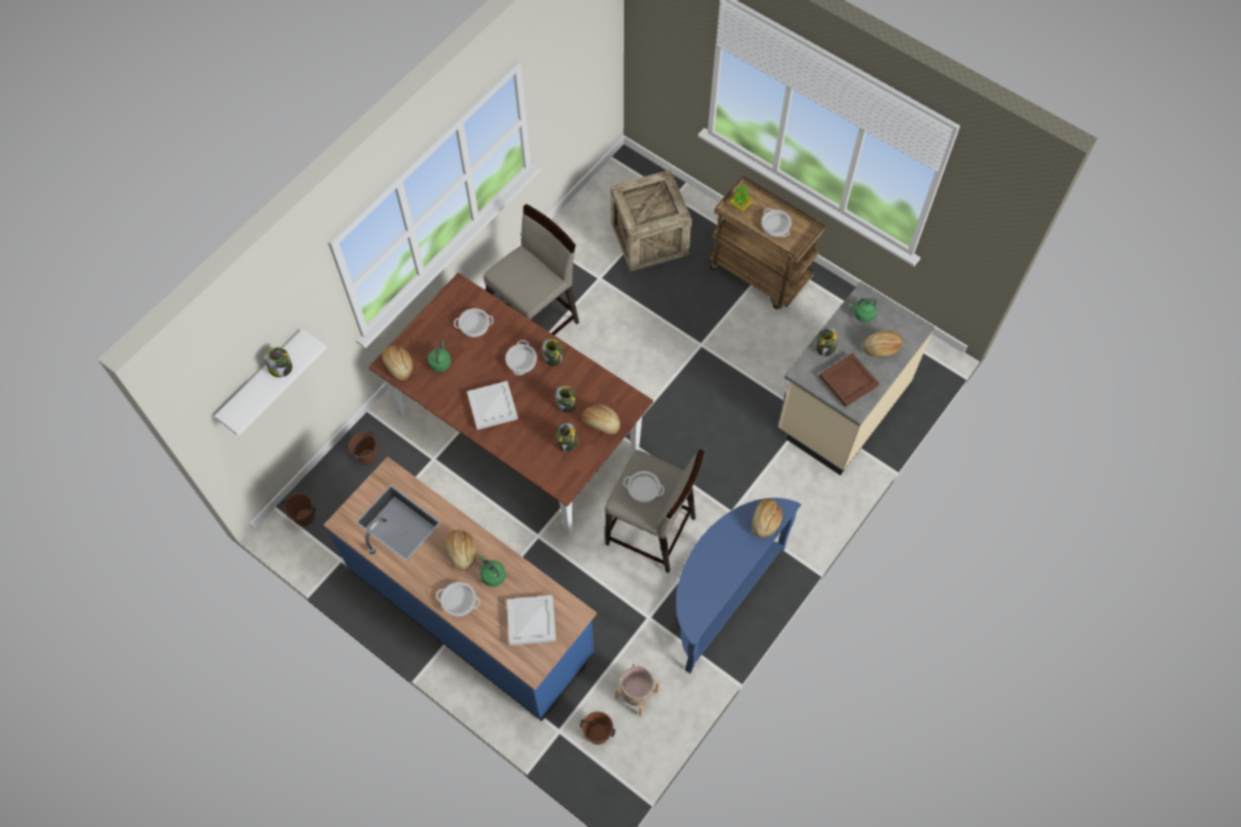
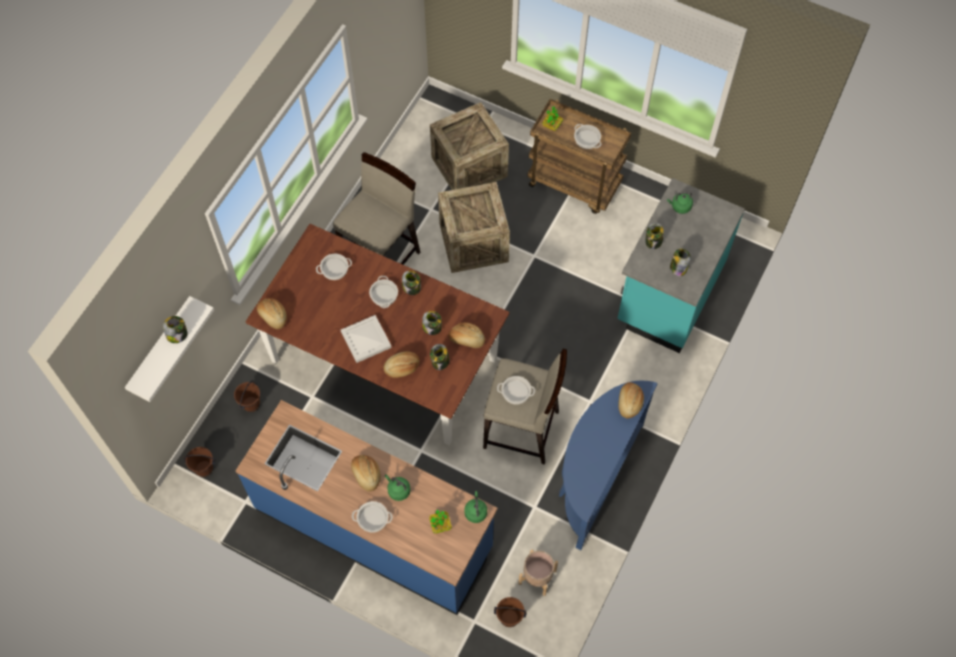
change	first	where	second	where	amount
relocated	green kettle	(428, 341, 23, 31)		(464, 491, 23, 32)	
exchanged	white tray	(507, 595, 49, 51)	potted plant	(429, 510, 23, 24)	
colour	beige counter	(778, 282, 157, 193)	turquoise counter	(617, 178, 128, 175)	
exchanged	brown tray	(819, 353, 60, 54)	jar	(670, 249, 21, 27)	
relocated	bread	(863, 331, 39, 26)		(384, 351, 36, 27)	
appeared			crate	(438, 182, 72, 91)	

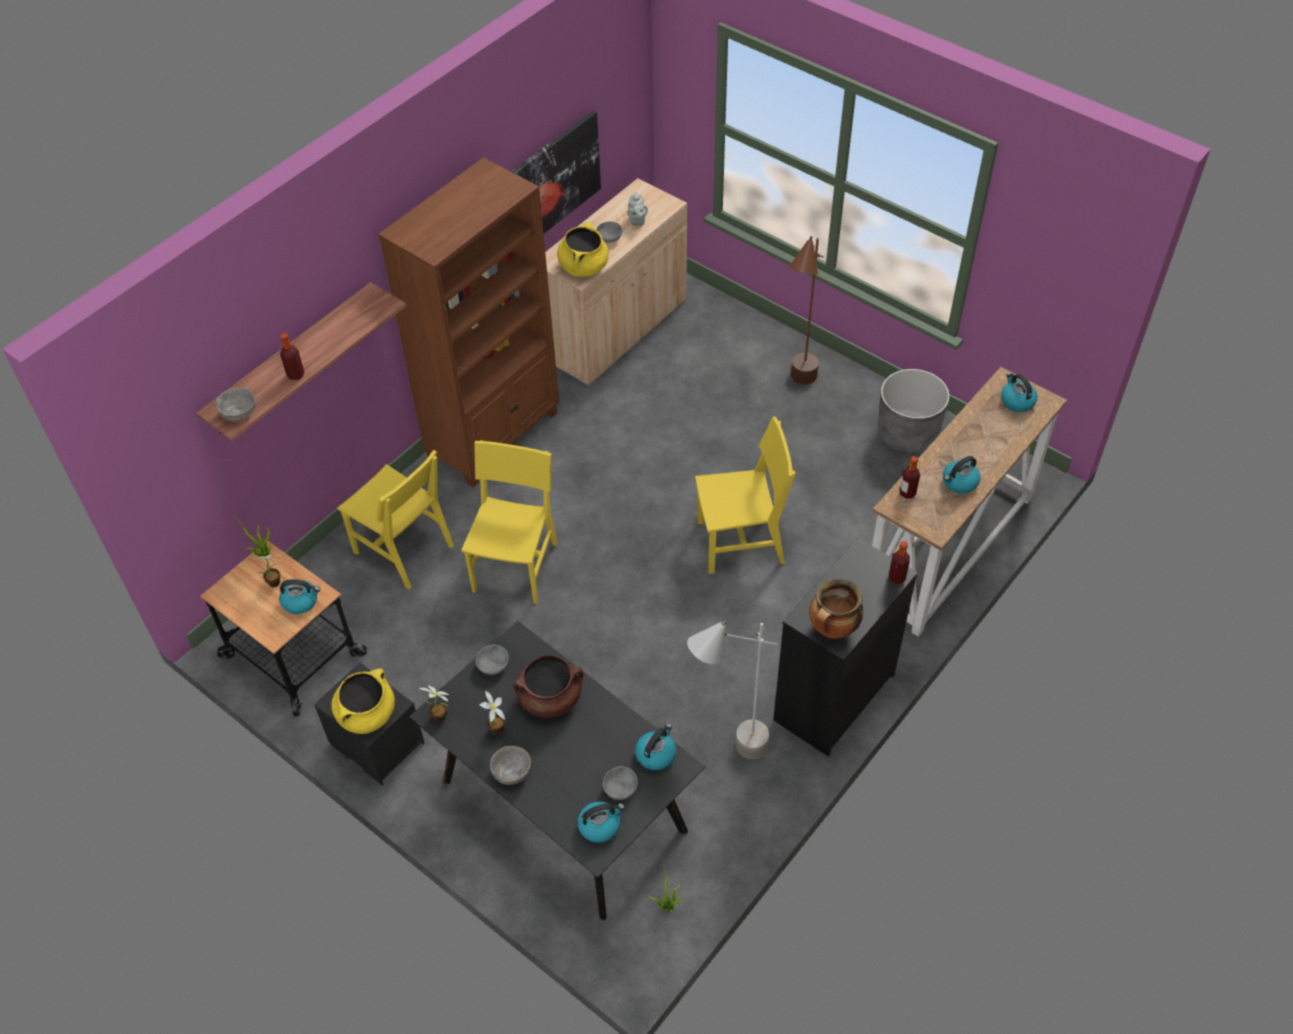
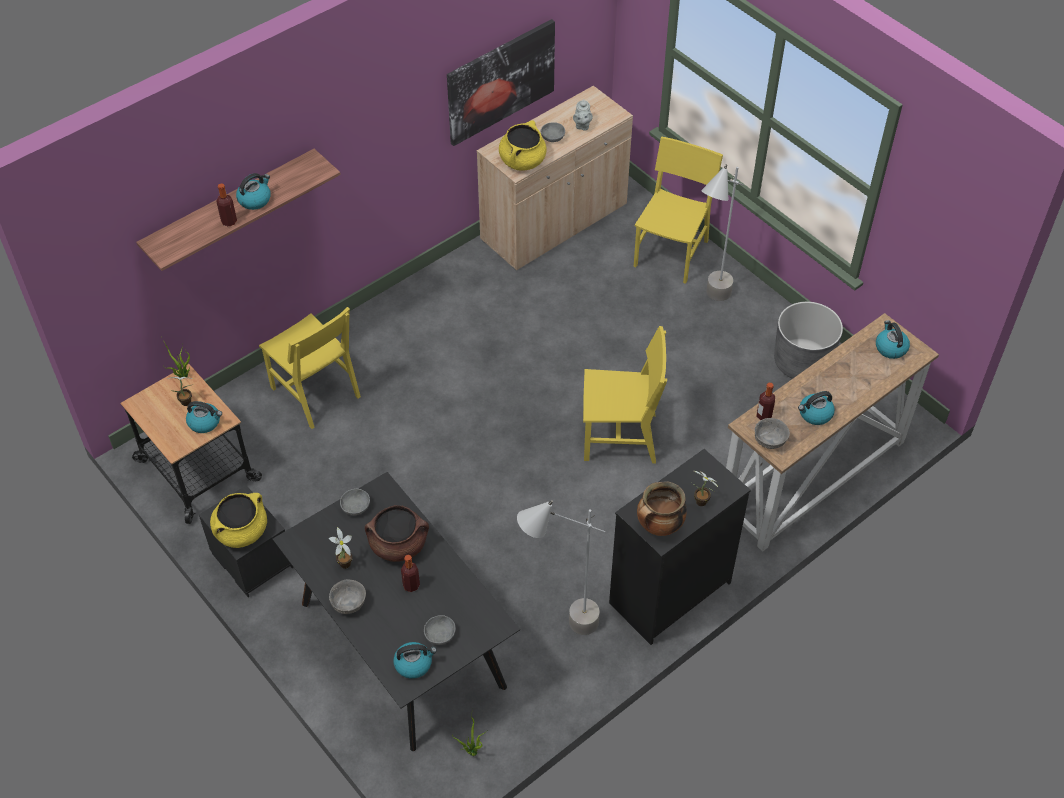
change	first	where	second	where	amount
relocated	grey bowl	(216, 388, 39, 33)		(755, 418, 35, 31)	
missing	brown bookcase	(378, 157, 181, 330)			
relocated	potted plant	(418, 685, 31, 37)		(692, 471, 26, 35)	
relocated	yellow chair	(461, 440, 97, 164)		(634, 137, 89, 147)	
relocated	kettle	(635, 723, 41, 47)		(236, 173, 35, 37)	
colour	brown floor lamp	(788, 236, 36, 148)	grey floor lamp	(702, 165, 42, 136)	
relocated	bottle	(889, 541, 21, 43)		(401, 555, 19, 37)	

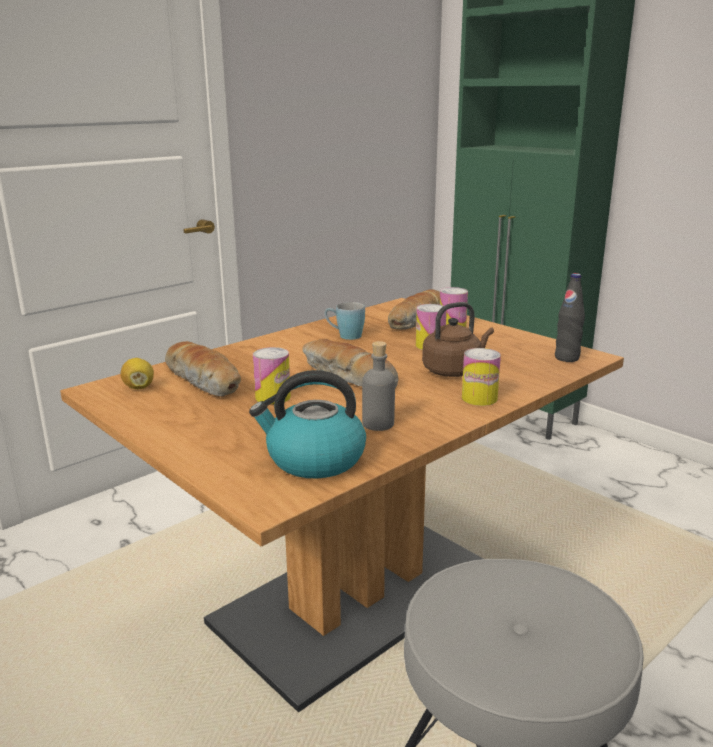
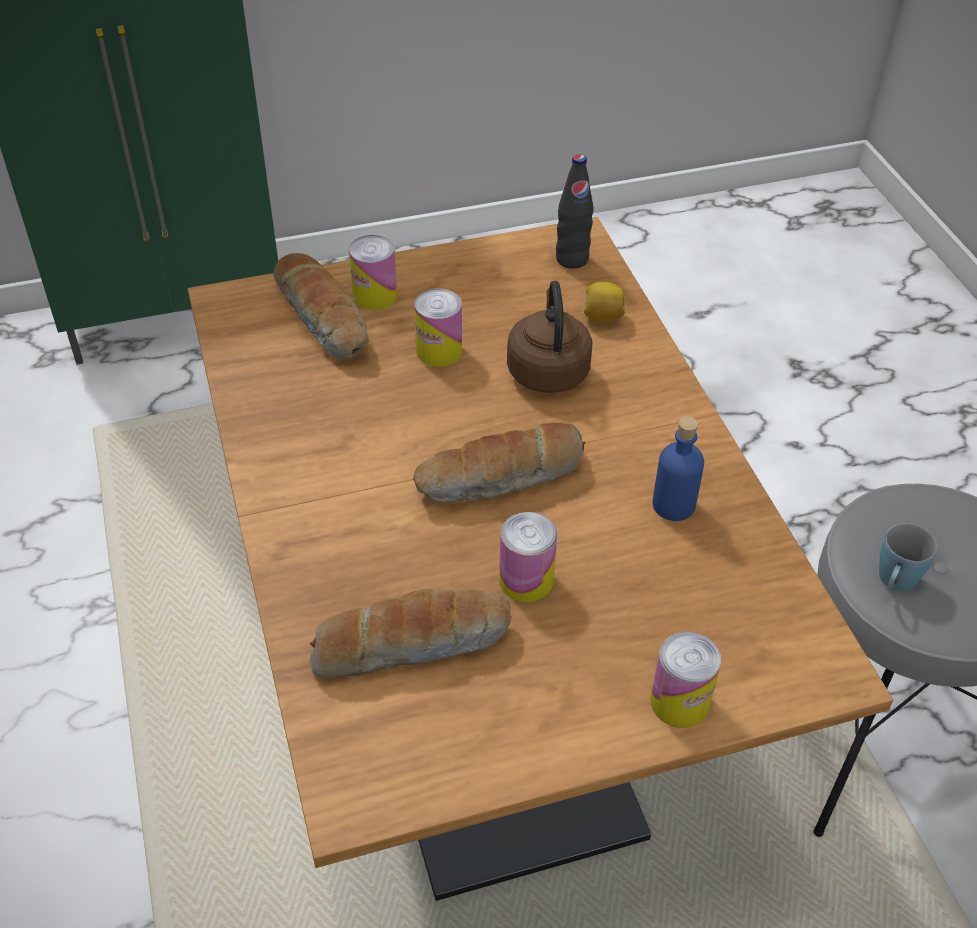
change	first	where	second	where	amount
relocated	lemon	(120, 358, 34, 31)		(584, 282, 41, 40)	
missing	kettle	(249, 370, 117, 109)			
relocated	blue mug	(325, 302, 40, 38)		(879, 523, 58, 68)	
colour	grey bottle	(362, 341, 33, 90)	blue bottle	(652, 417, 52, 104)	
relocated	can	(462, 348, 39, 58)		(651, 631, 70, 97)	

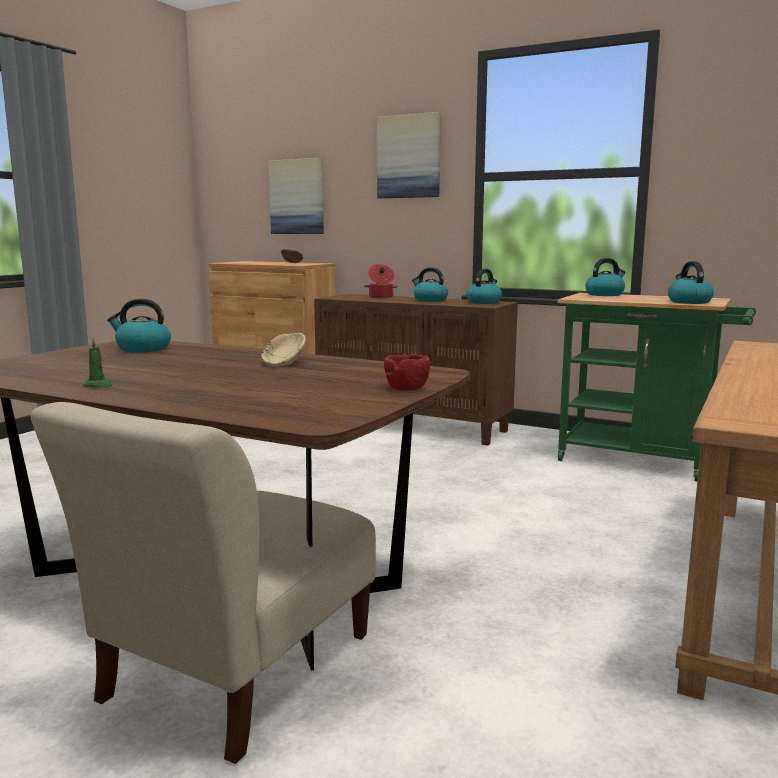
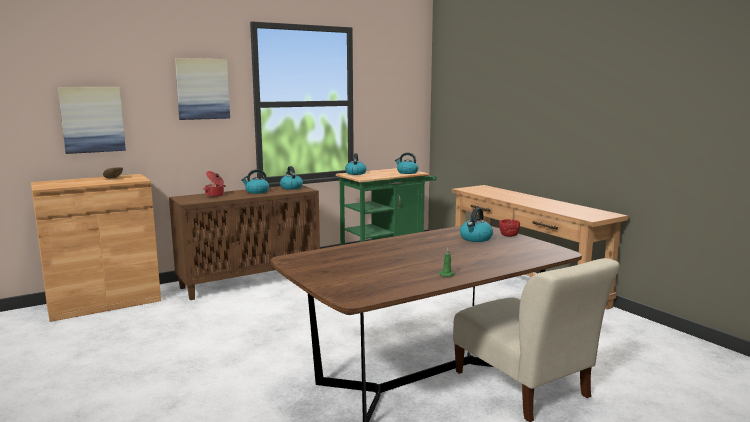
change	first	where	second	where	amount
relocated	kettle	(107, 299, 64, 53)		(460, 208, 33, 34)	
missing	beige bowl	(261, 333, 45, 34)			

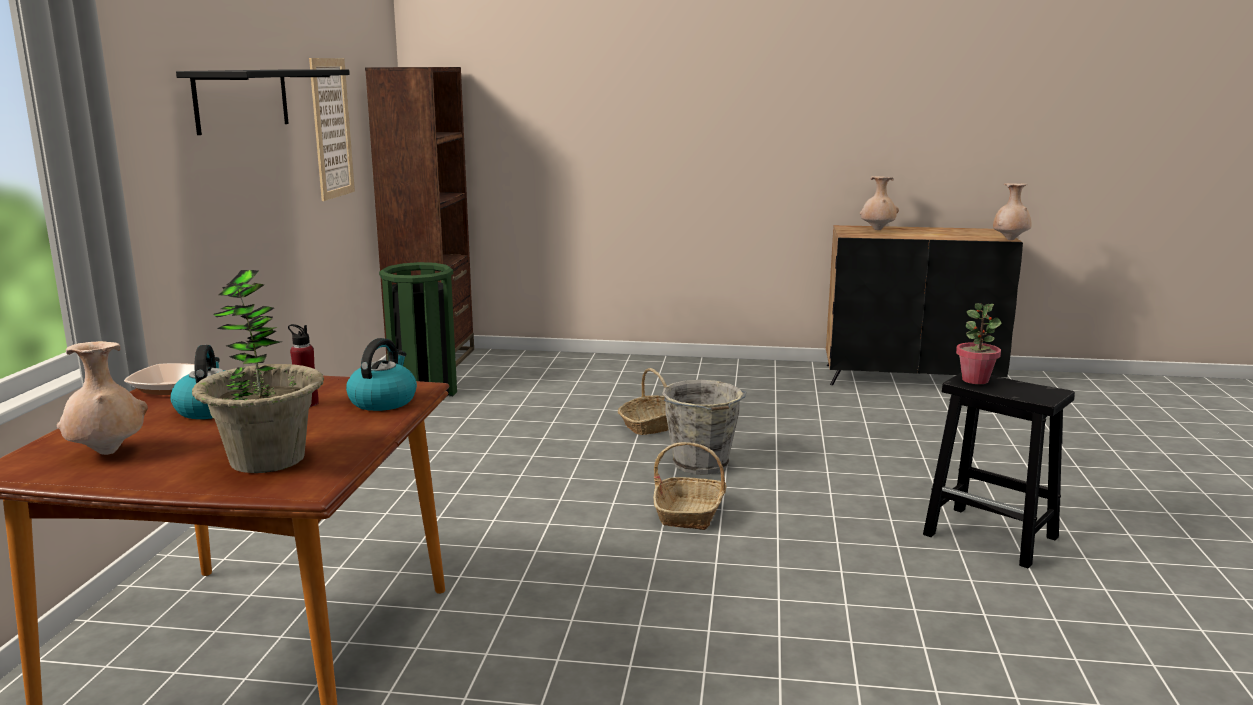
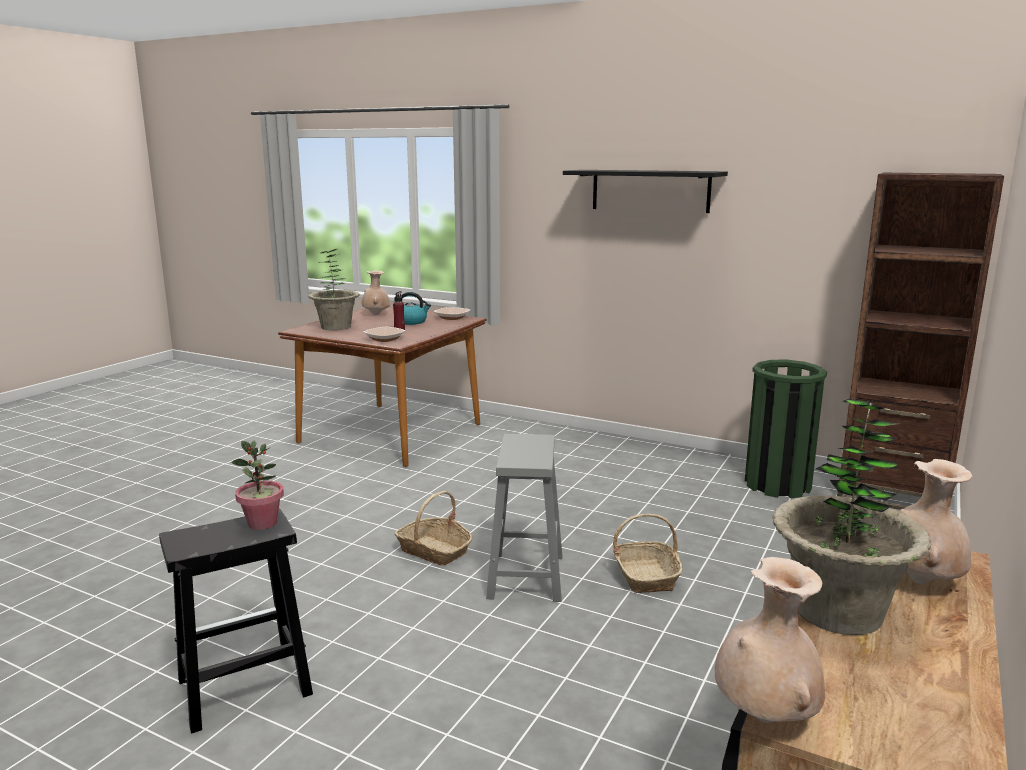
change	first	where	second	where	amount
missing	picture	(309, 58, 46, 143)			
exchanged	kettle	(346, 338, 71, 73)	bowl	(364, 327, 42, 15)	
exchanged	grey bucket	(662, 380, 85, 94)	grey stool	(486, 434, 76, 168)	
appeared			potted plant	(773, 399, 158, 236)	

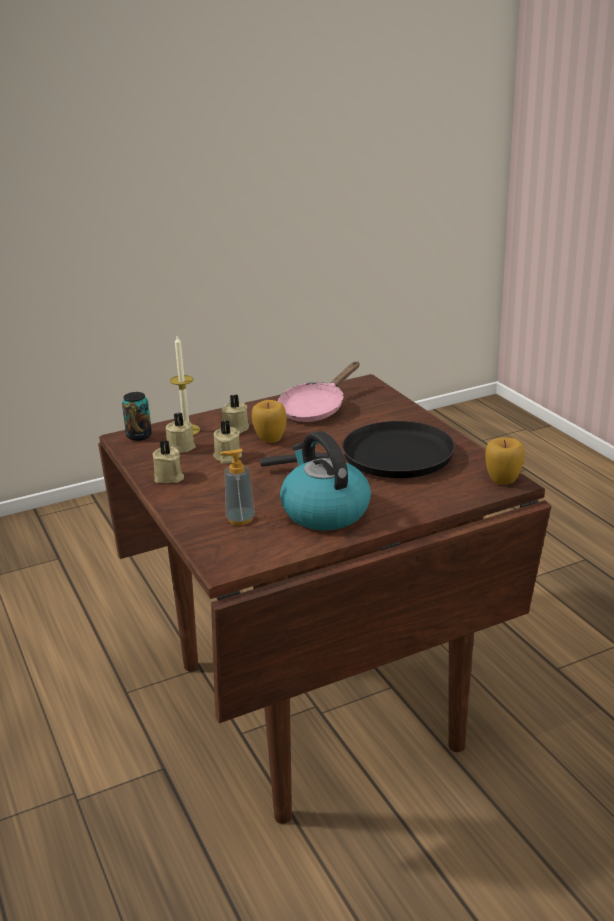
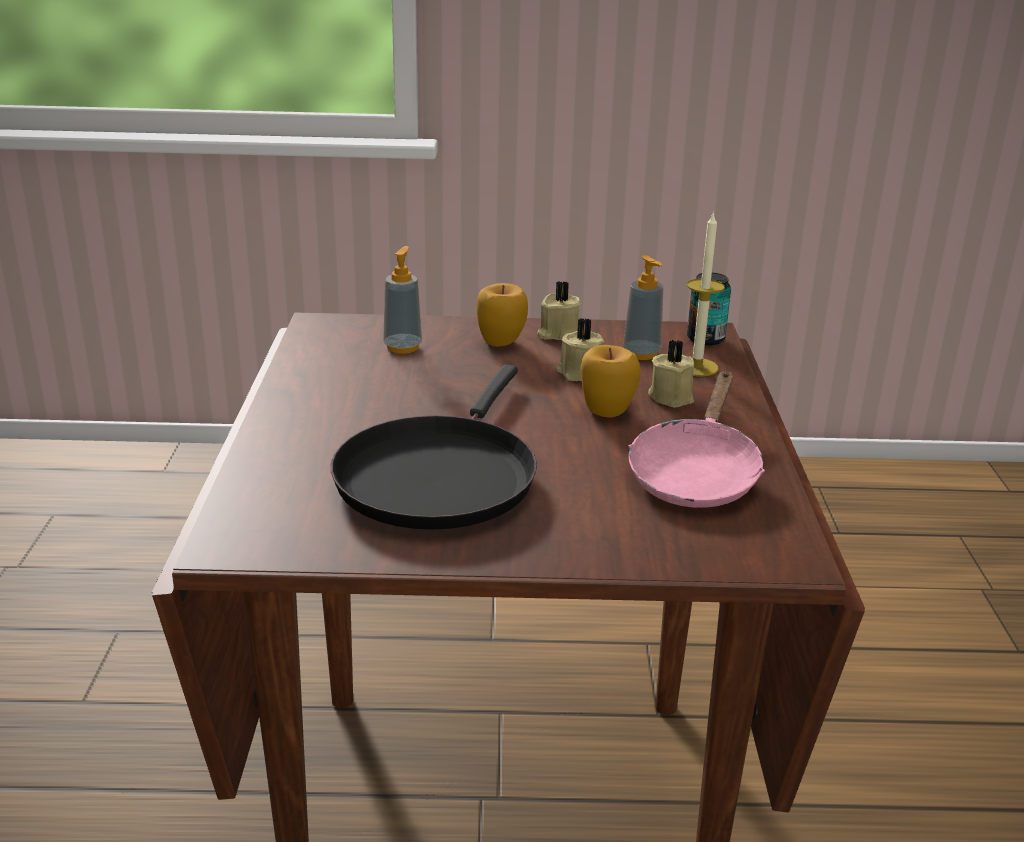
change	first	where	second	where	amount
exchanged	beige candle	(165, 413, 31, 40)	soap dispenser	(623, 255, 40, 105)	
spun	pink frying pan	(278, 362, 81, 60)		(628, 371, 137, 137)	135 degrees counterclockwise
missing	kettle	(280, 431, 91, 99)			
relocated	apple	(485, 437, 40, 48)		(477, 283, 51, 64)	

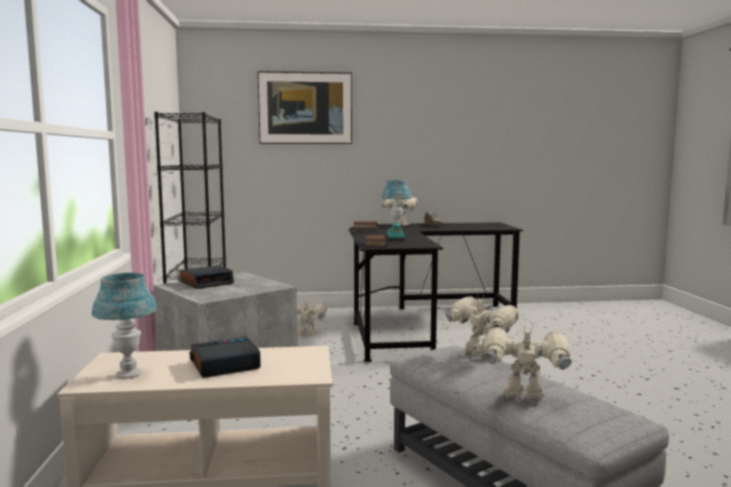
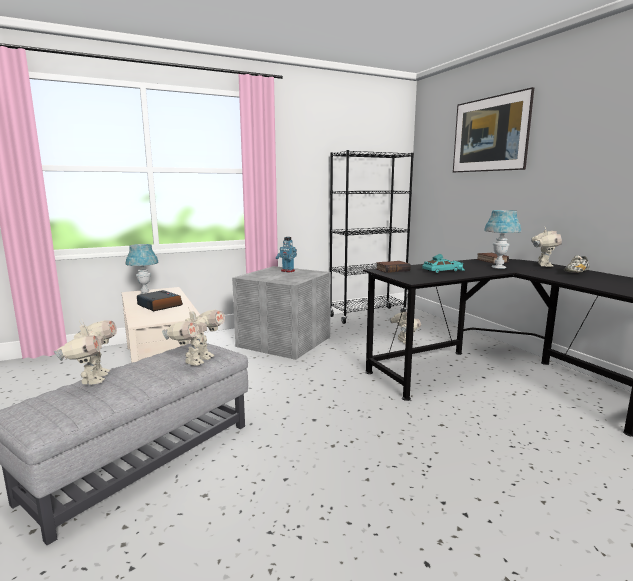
change	first	where	second	where	amount
exchanged	alarm clock	(180, 265, 54, 24)	toy robot	(276, 237, 21, 36)	

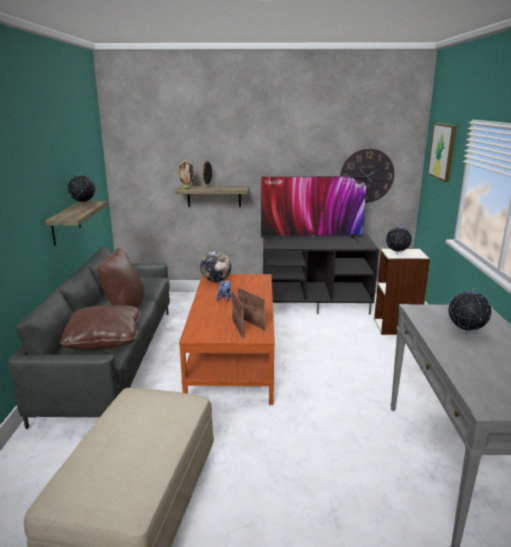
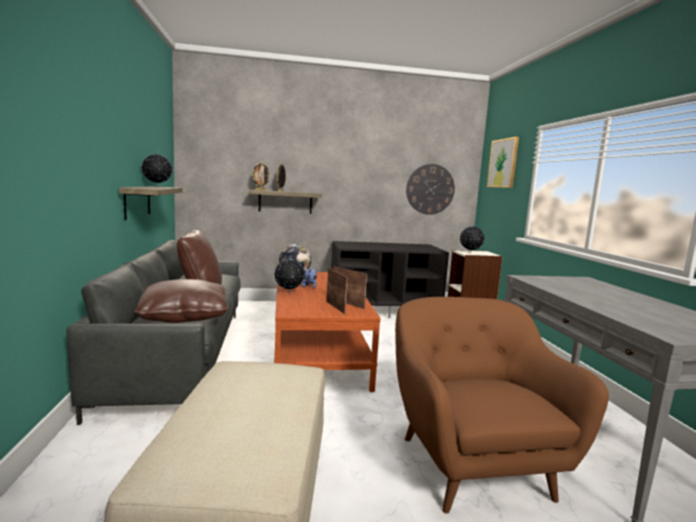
change	first	where	second	where	amount
missing	television	(261, 176, 107, 68)			
relocated	globe	(448, 288, 43, 46)		(274, 256, 31, 36)	
appeared			brown armchair	(395, 297, 214, 216)	

